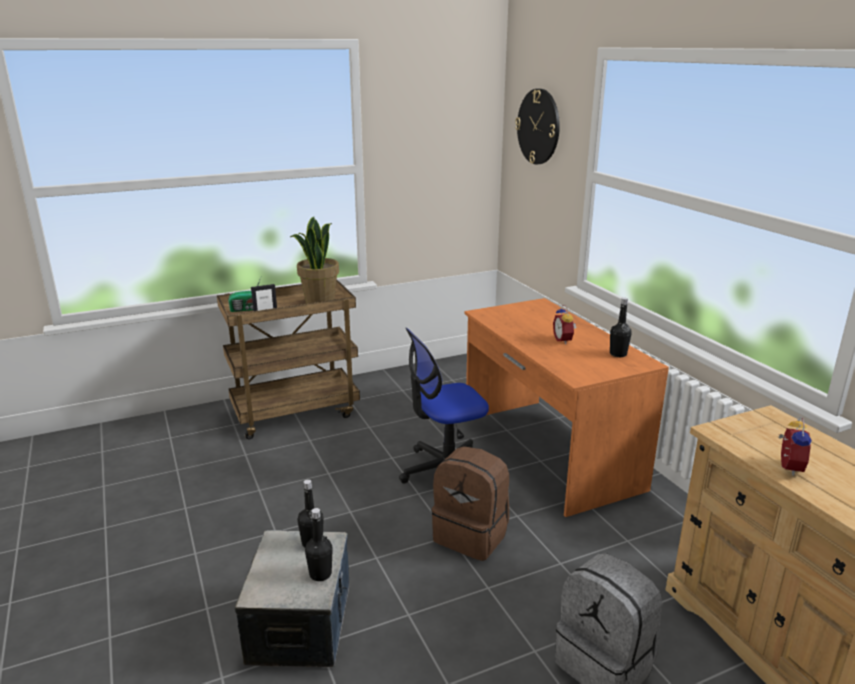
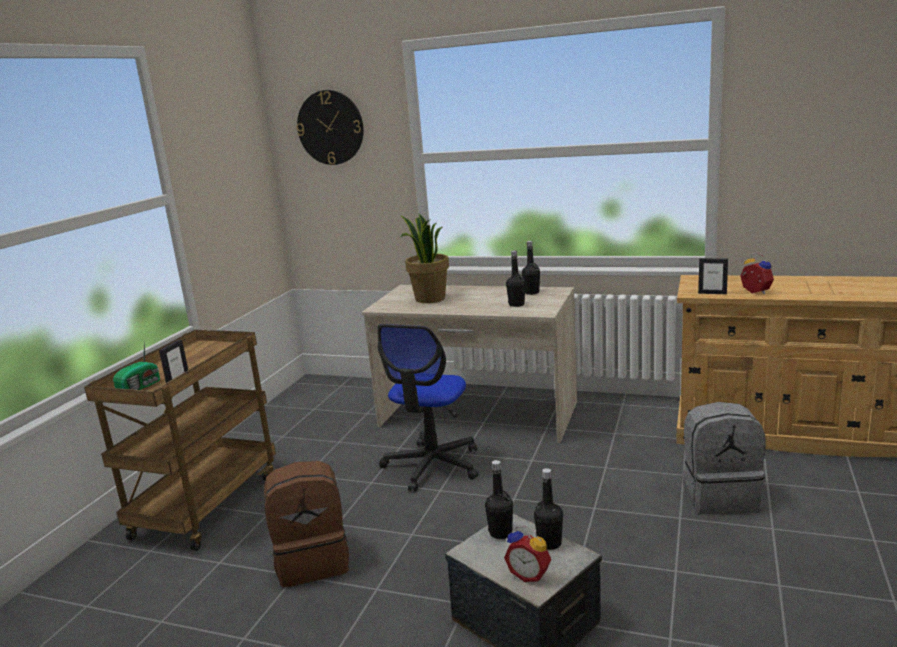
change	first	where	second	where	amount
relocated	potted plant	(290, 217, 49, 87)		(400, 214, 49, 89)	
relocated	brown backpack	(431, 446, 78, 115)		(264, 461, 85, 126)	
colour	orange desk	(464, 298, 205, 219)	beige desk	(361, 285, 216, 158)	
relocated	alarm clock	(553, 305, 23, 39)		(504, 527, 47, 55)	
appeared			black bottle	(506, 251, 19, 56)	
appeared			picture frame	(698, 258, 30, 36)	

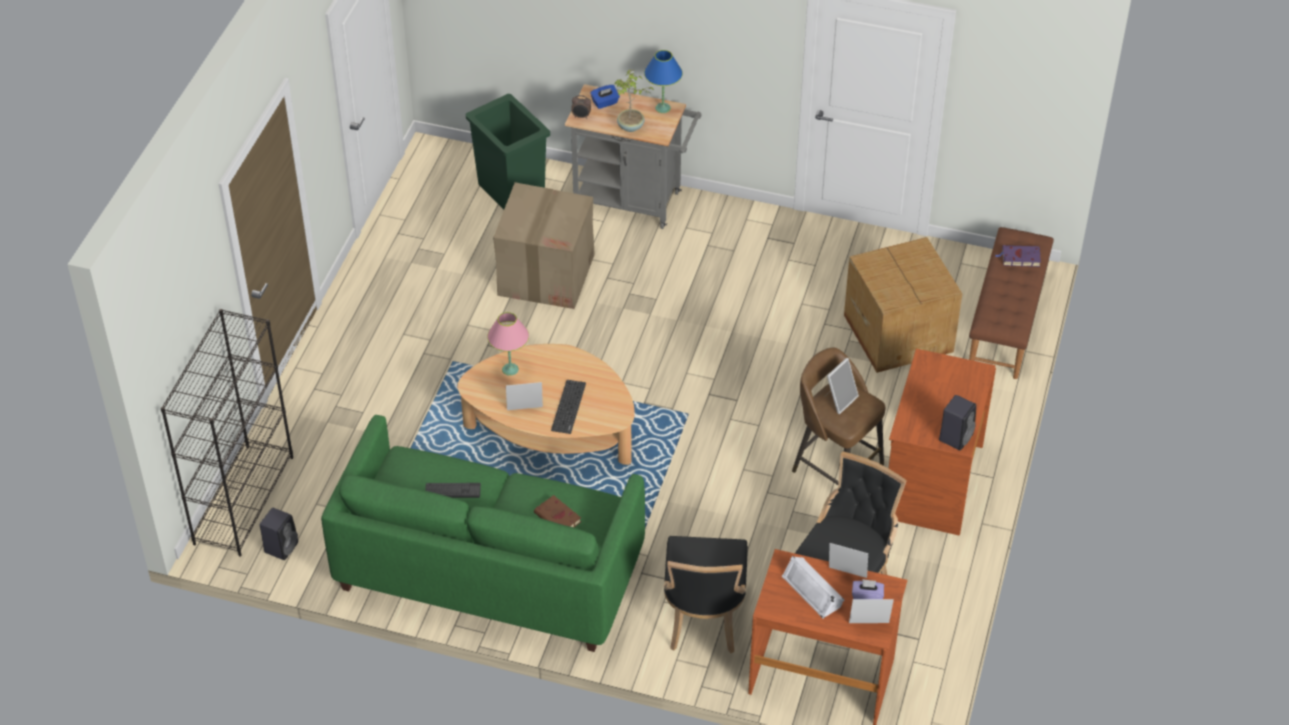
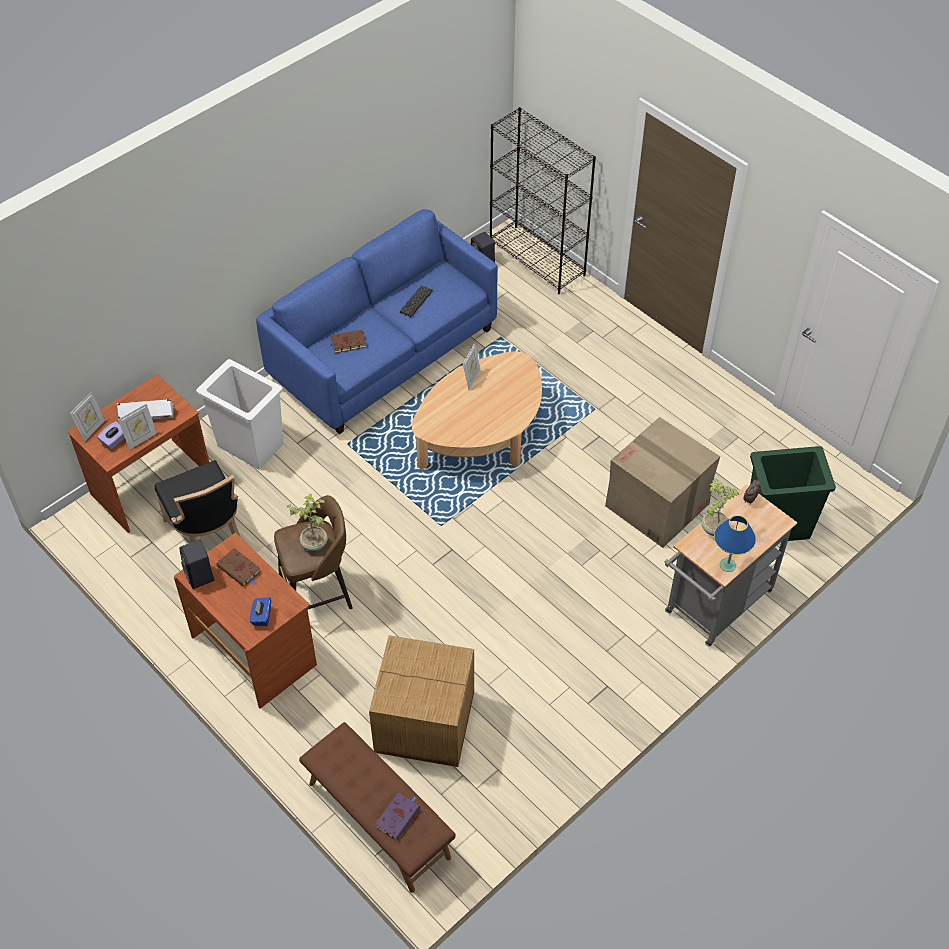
change	first	where	second	where	amount
colour	green sofa	(321, 415, 324, 237)	blue sofa	(256, 209, 242, 225)	
missing	pink table lamp	(487, 312, 42, 64)			
missing	keyboard	(551, 380, 35, 54)			
relocated	blue tissue box	(590, 85, 30, 24)		(250, 597, 21, 29)	
exchanged	black chair	(663, 536, 85, 118)	white trash can	(196, 359, 88, 110)	
exchanged	picture frame	(824, 358, 35, 56)	potted plant	(287, 493, 41, 58)	
appeared			brown book	(216, 548, 45, 38)	

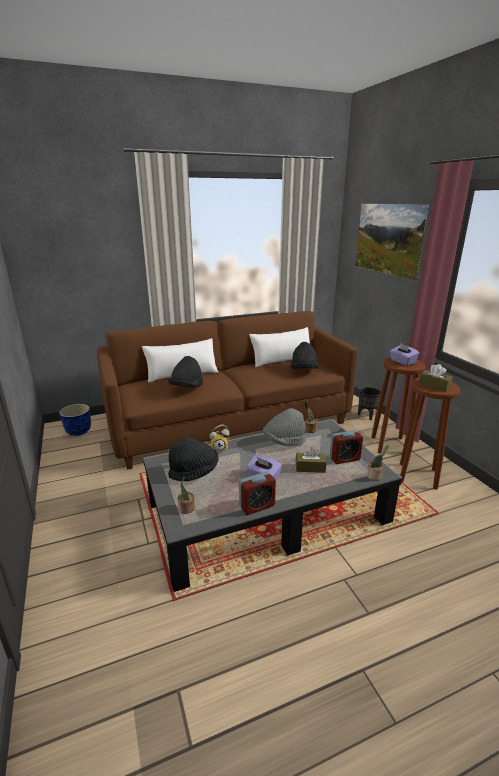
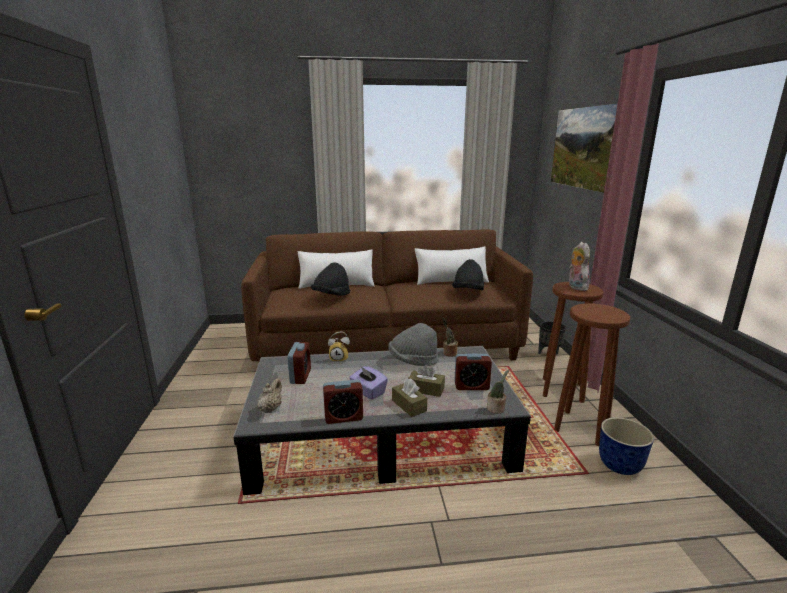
change	first	where	second	where	amount
relocated	planter	(59, 404, 32, 32)		(599, 417, 55, 58)	
exchanged	black hat	(168, 437, 51, 44)	alarm clock	(287, 342, 24, 42)	
exchanged	potted plant	(177, 477, 18, 37)	beige teapot	(257, 378, 25, 35)	
exchanged	purple tissue box	(390, 343, 29, 23)	plush toy	(569, 242, 21, 49)	
relocated	brown tissue box	(418, 364, 35, 28)		(392, 378, 35, 39)	

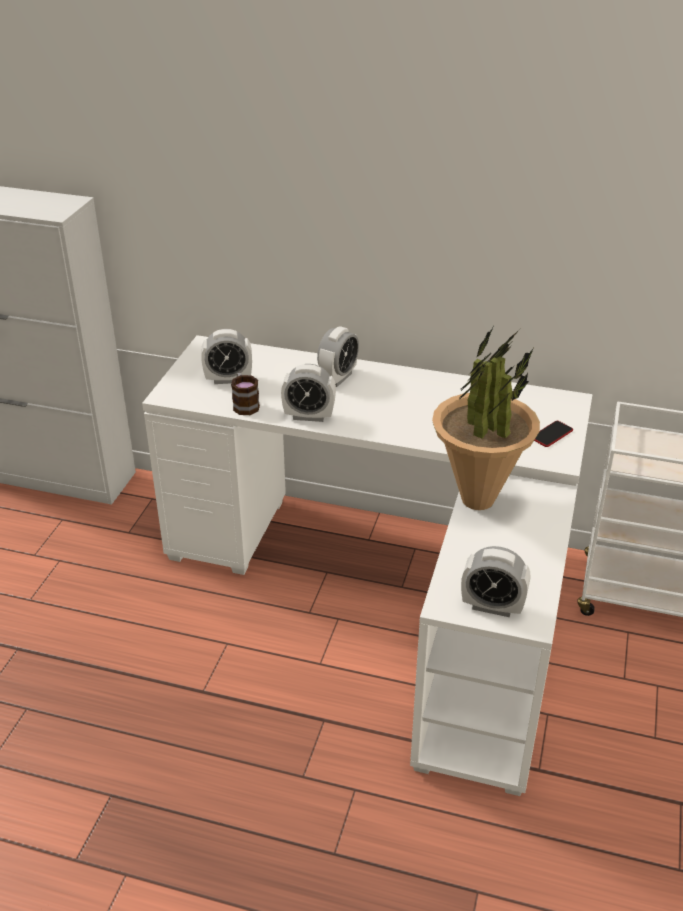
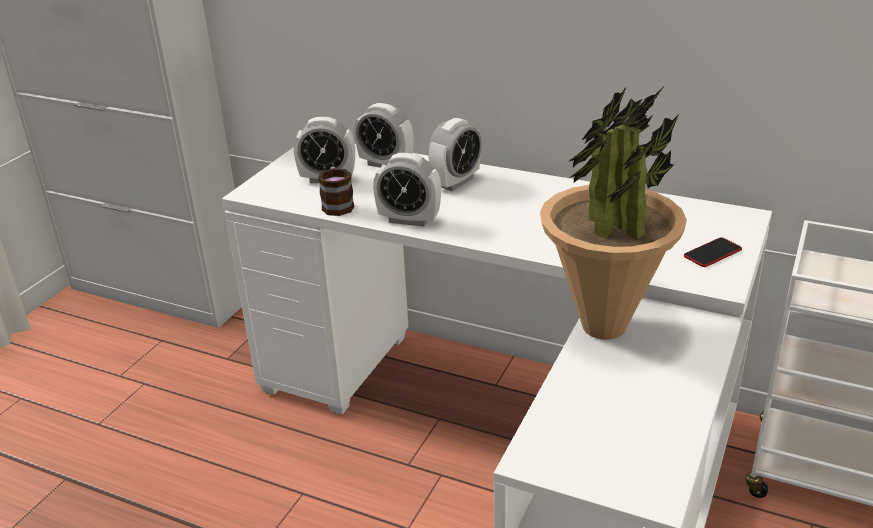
change	first	where	second	where	amount
relocated	alarm clock	(461, 546, 69, 71)		(354, 103, 60, 65)	

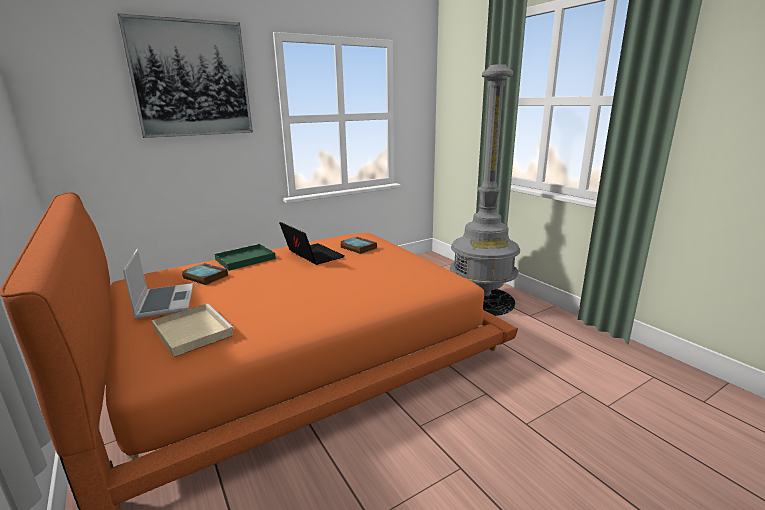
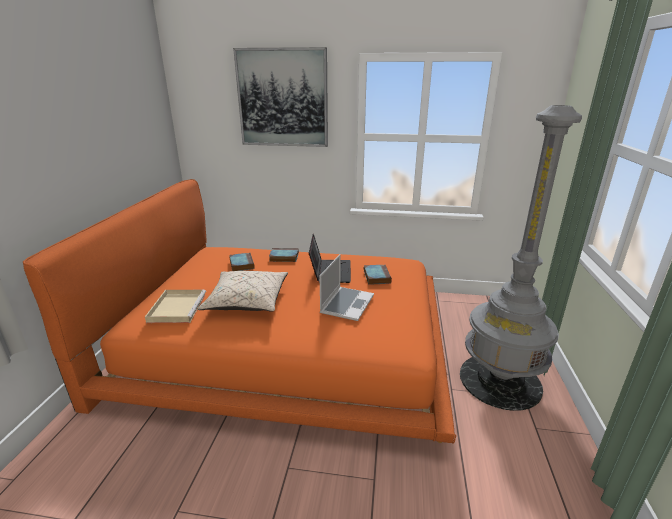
change	first	where	second	where	amount
relocated	laptop	(123, 249, 70, 70)		(319, 254, 55, 67)	
exchanged	green tray	(214, 244, 62, 27)	book	(269, 248, 30, 14)	
appeared			beige pillow	(198, 271, 90, 41)	

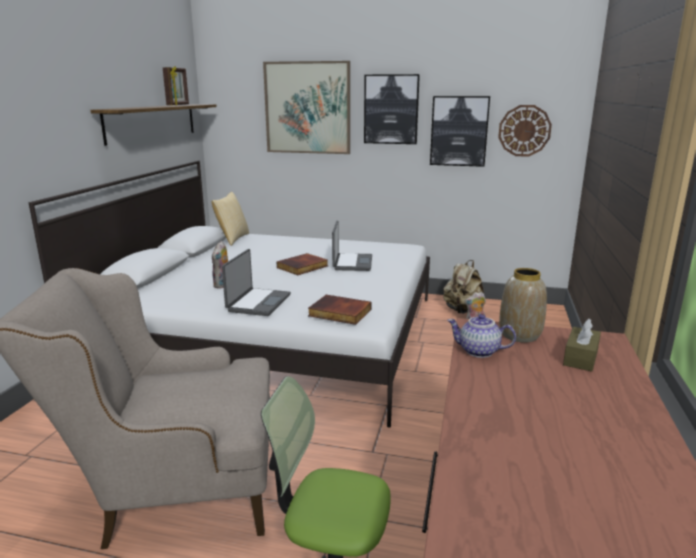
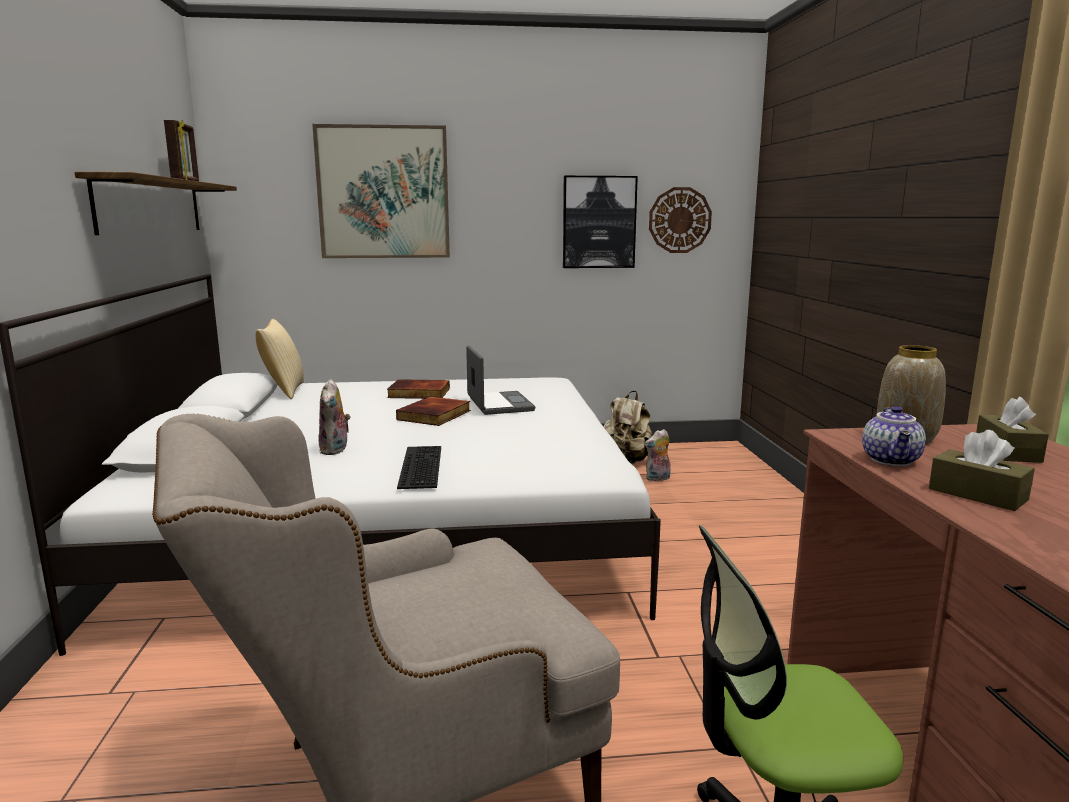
change	first	where	second	where	amount
exchanged	laptop	(222, 249, 69, 67)	keyboard	(397, 446, 44, 43)	
relocated	book	(308, 295, 64, 30)		(387, 379, 63, 20)	
missing	picture	(364, 74, 56, 70)			
spun	teapot	(447, 314, 69, 44)		(862, 406, 64, 60)	75 degrees counterclockwise
appeared			brown tissue box	(929, 430, 106, 81)	

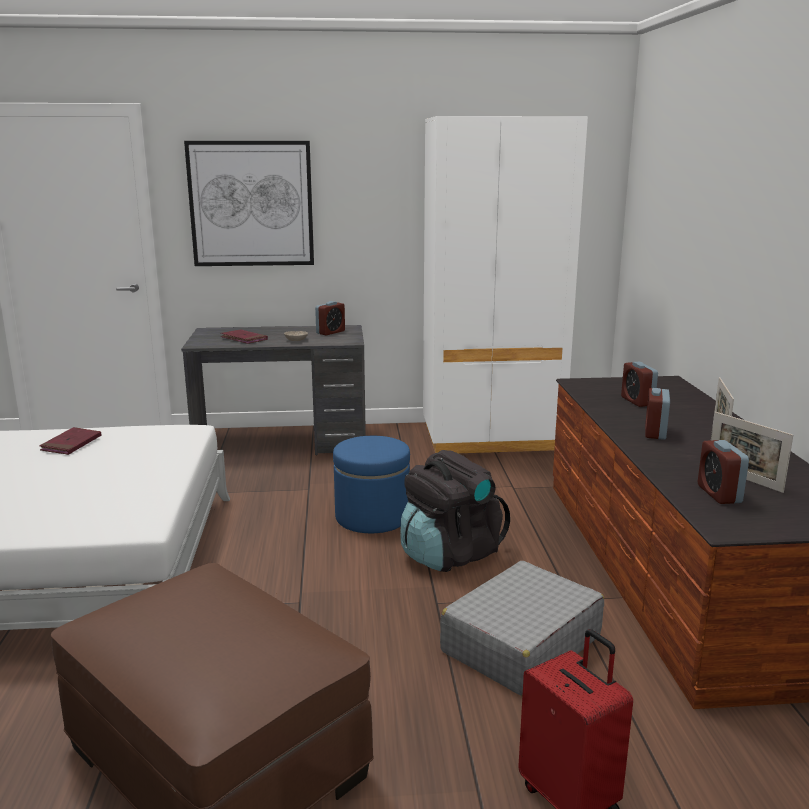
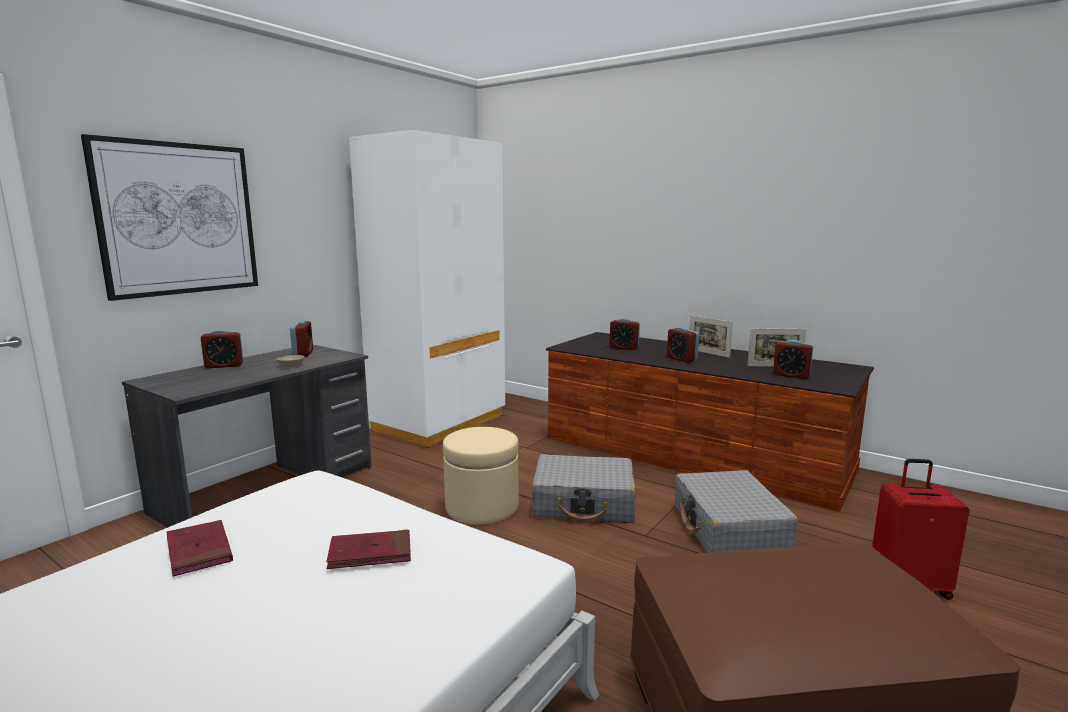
change	first	where	second	where	amount
relocated	red book	(221, 329, 47, 15)		(326, 529, 85, 40)	
colour	blue ottoman	(333, 436, 77, 97)	beige ottoman	(443, 427, 76, 97)	
exchanged	black backpack	(401, 450, 109, 122)	grey suitcase	(532, 454, 104, 69)	
appeared			alarm clock	(201, 329, 42, 40)	

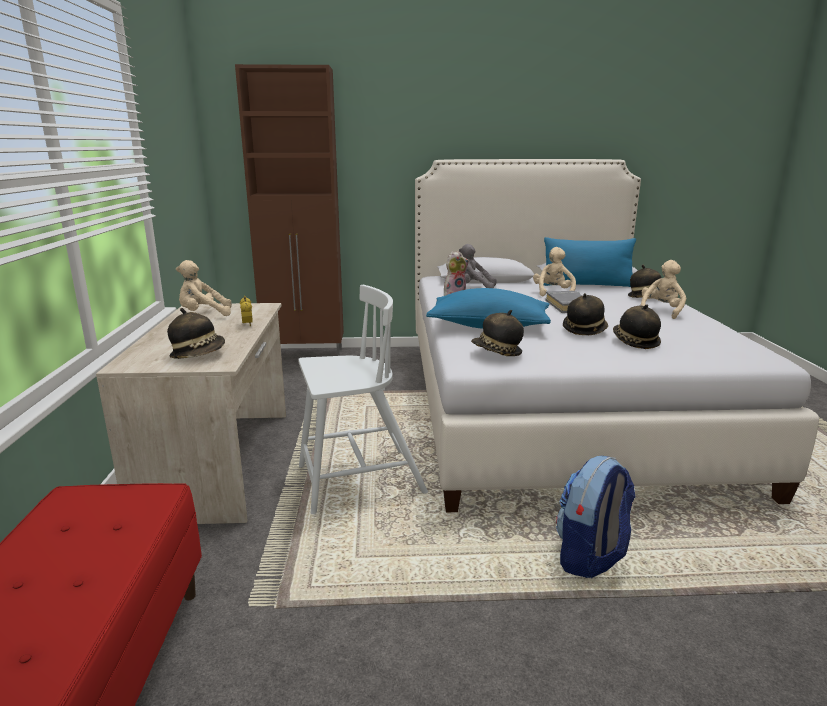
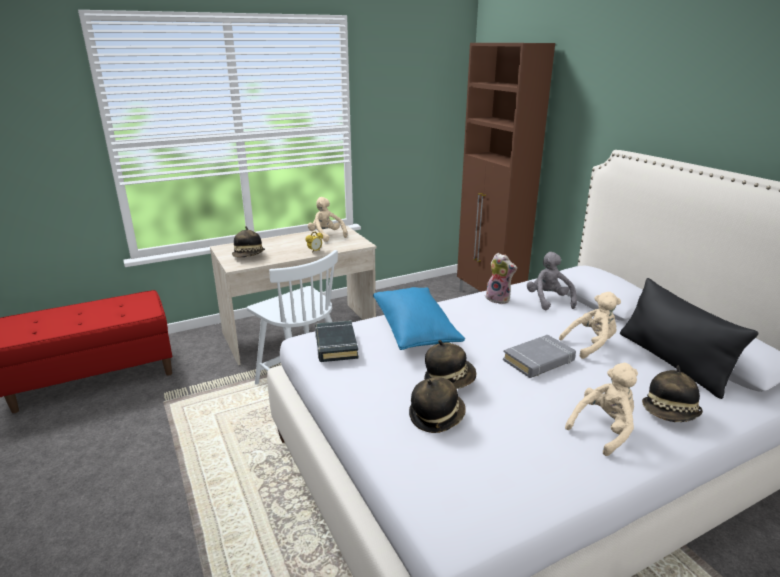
change	first	where	second	where	amount
exchanged	hat	(471, 310, 53, 46)	black book	(315, 321, 44, 41)	
colour	blue pillow	(543, 237, 93, 50)	black pillow	(620, 278, 138, 121)	
missing	backpack	(556, 456, 79, 122)			
spun	beige plush toy	(641, 260, 45, 59)		(565, 363, 73, 93)	45 degrees counterclockwise

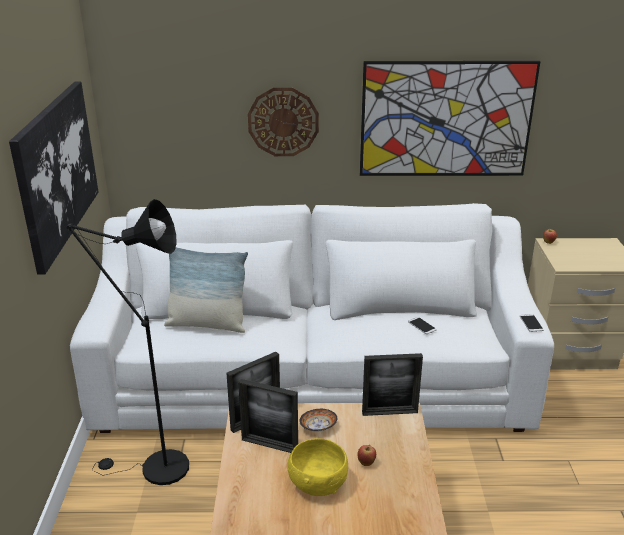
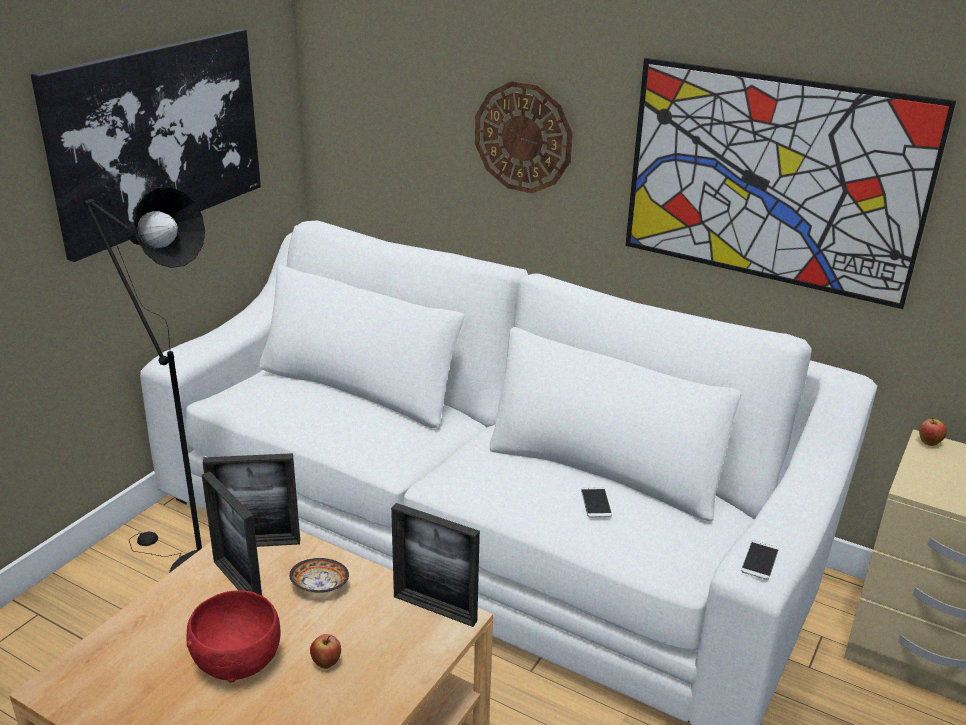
change	first	where	second	where	amount
missing	pillow	(164, 247, 84, 86)			
colour	yellow bowl	(287, 438, 61, 58)	red bowl	(187, 590, 93, 92)	

